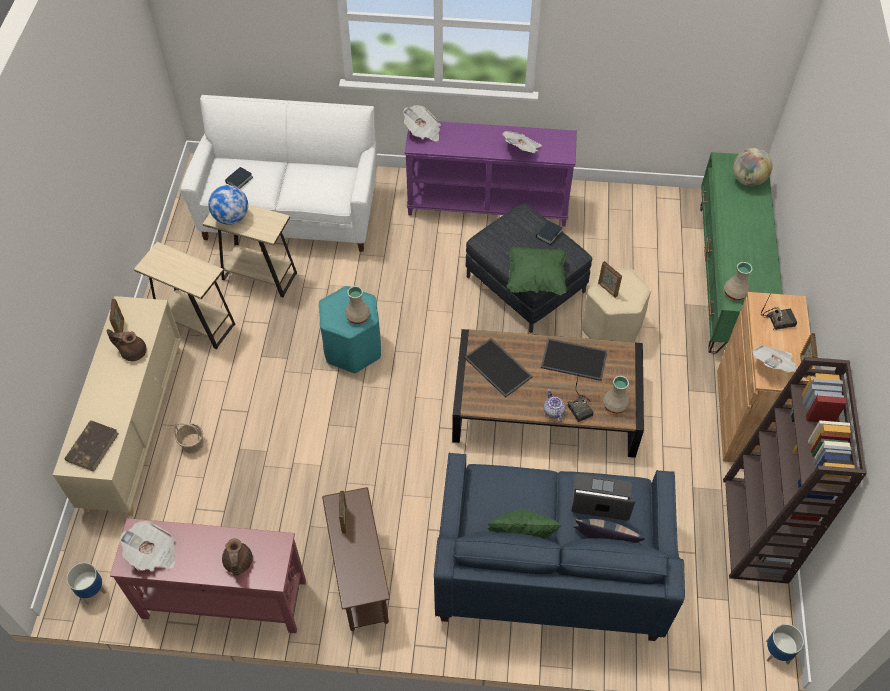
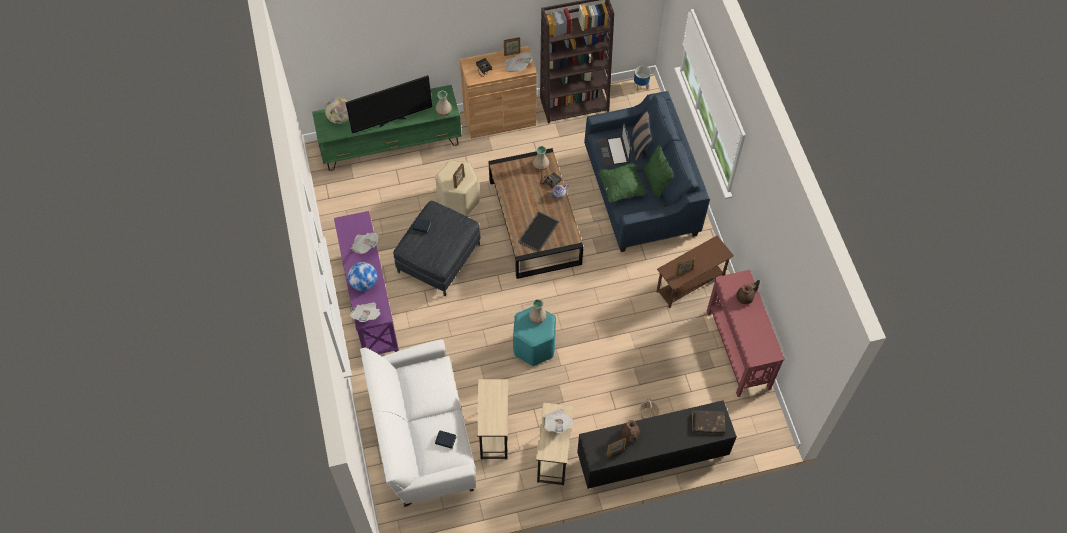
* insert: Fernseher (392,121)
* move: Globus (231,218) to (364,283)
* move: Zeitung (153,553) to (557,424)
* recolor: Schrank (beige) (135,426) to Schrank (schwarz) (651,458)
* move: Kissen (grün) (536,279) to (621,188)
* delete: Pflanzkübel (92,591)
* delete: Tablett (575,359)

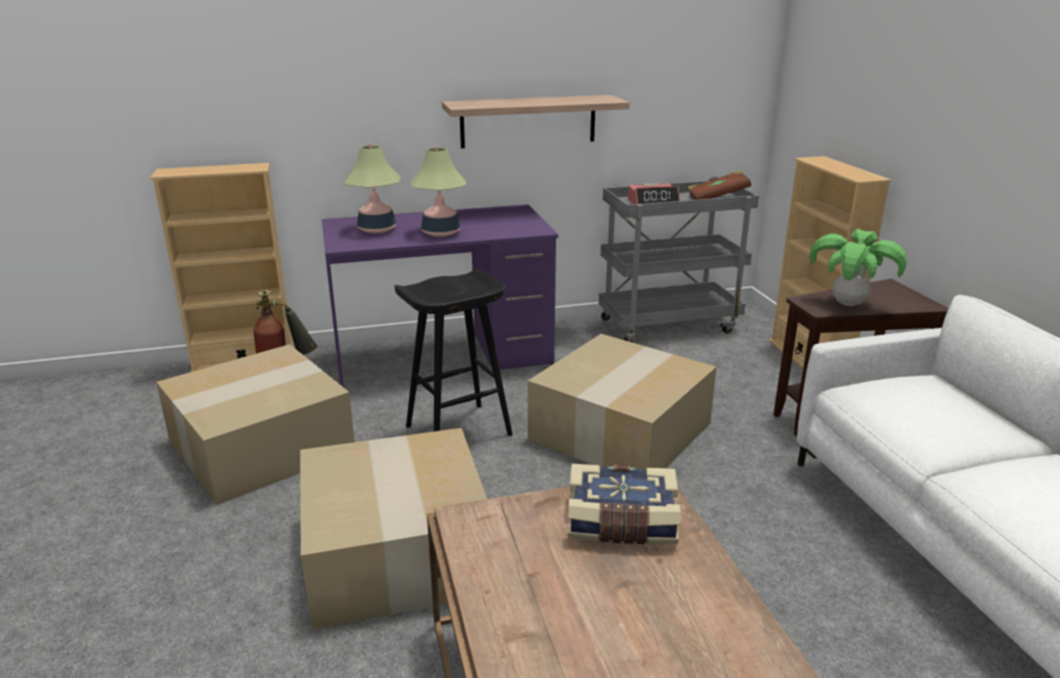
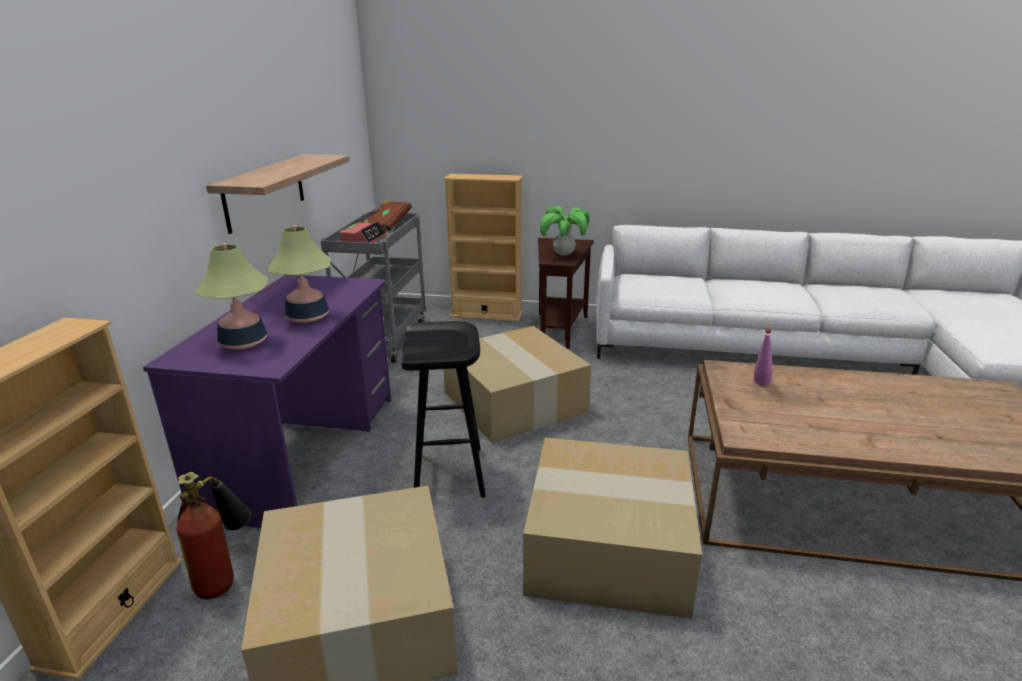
* replace: Buch (621,523) to Flasche (rosa) (759,385)

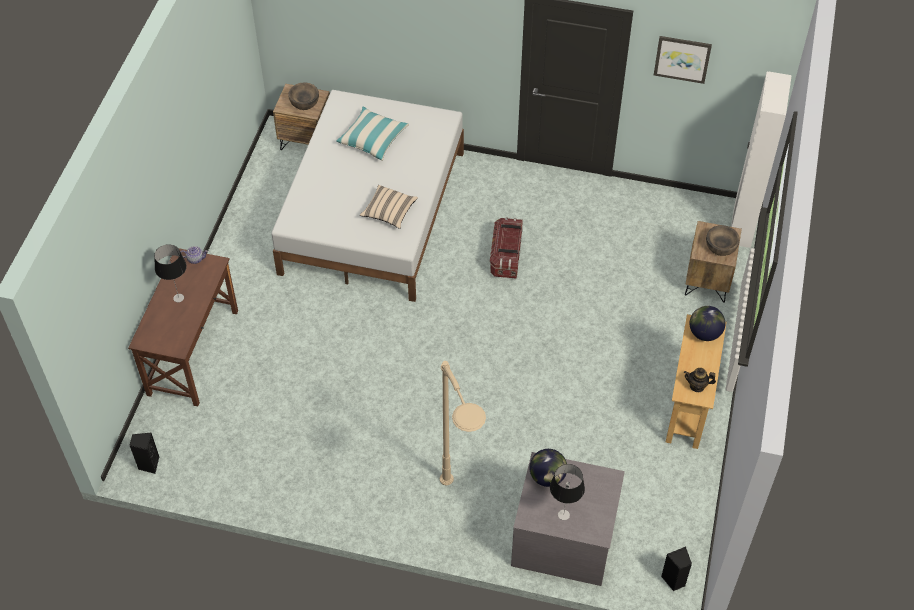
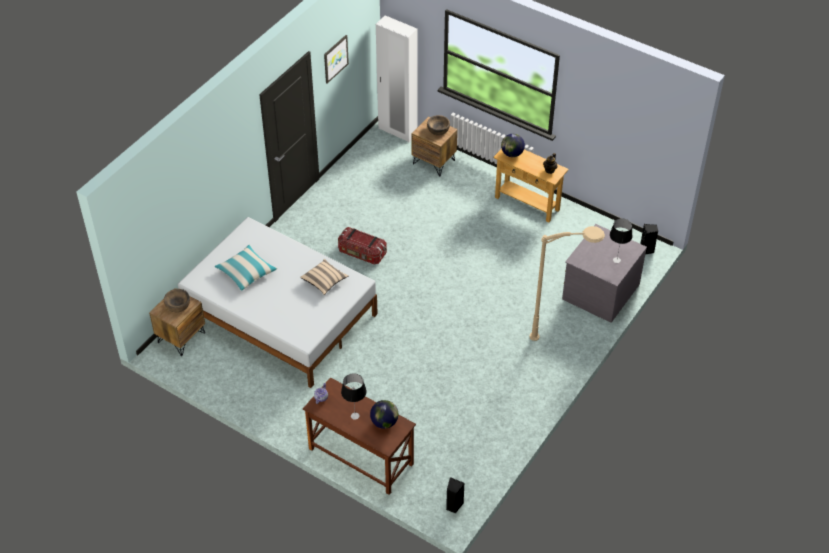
* move: Globus (547,477) to (384,422)

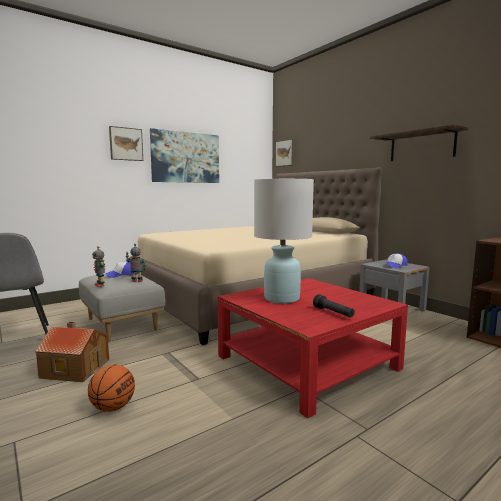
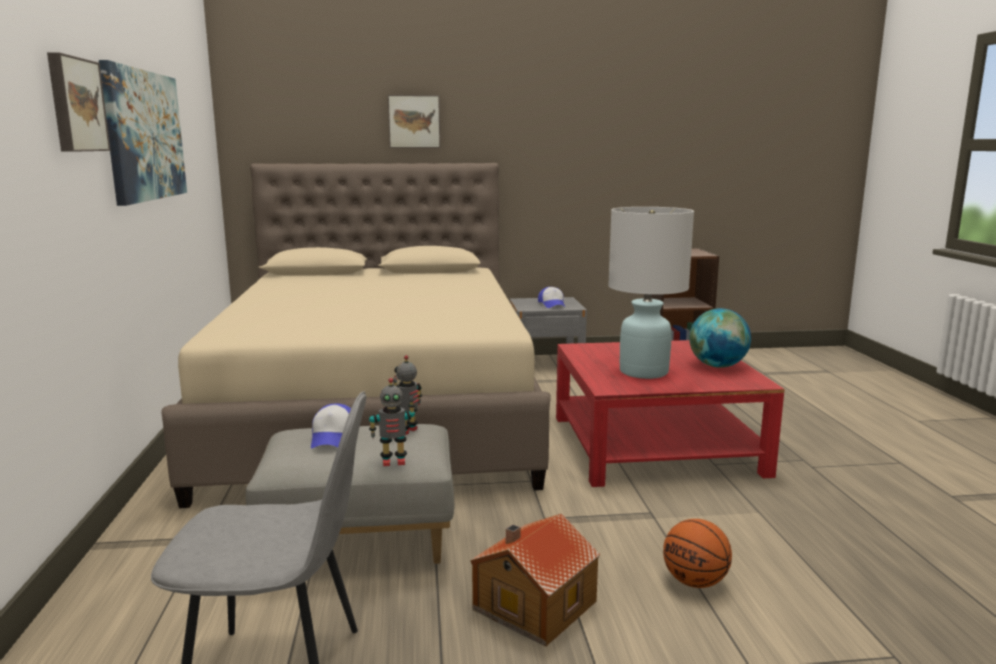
* move: Bild (285,153) to (414,121)
* replace: Taschenlampe (schwarz) (333,313) to Globus (717,366)
* delete: Wandregal (422,146)

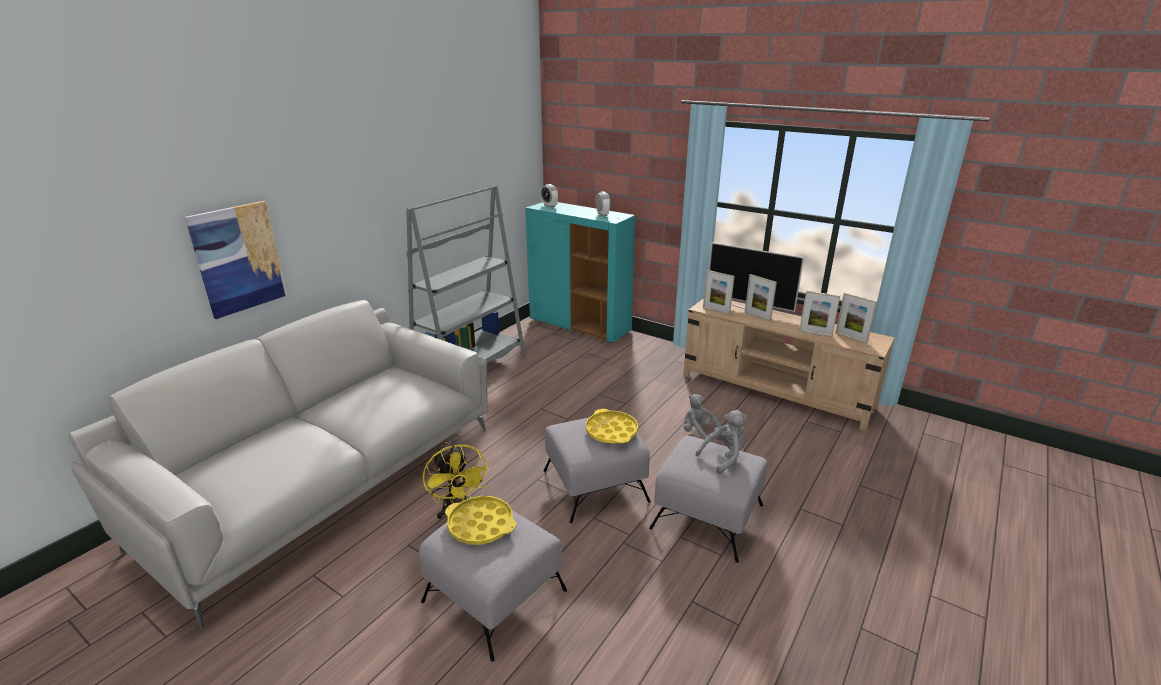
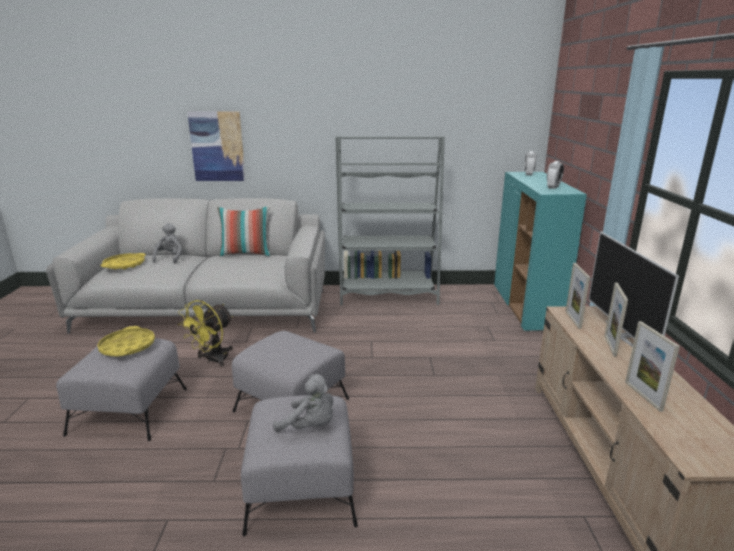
* move: Tablett (gelb) (611,431) to (124,265)
* move: Plüschtier (grau) (698,433) to (170,258)
* insert: Kissen (246,254)
* delete: Bilderrahmen (851,338)

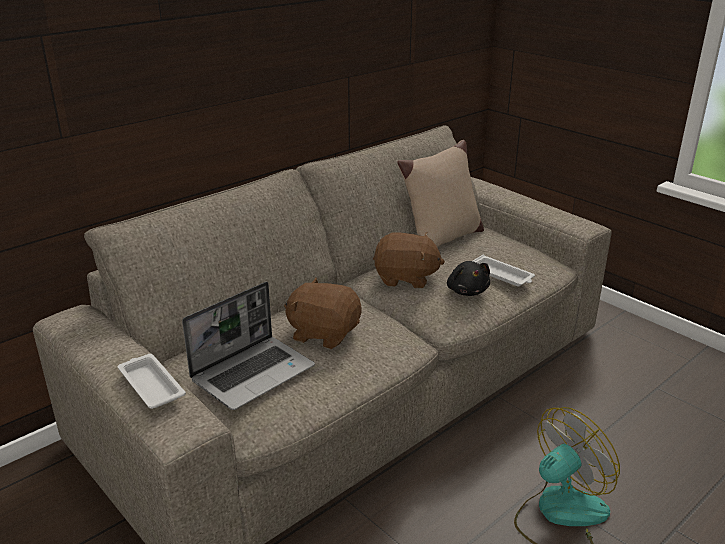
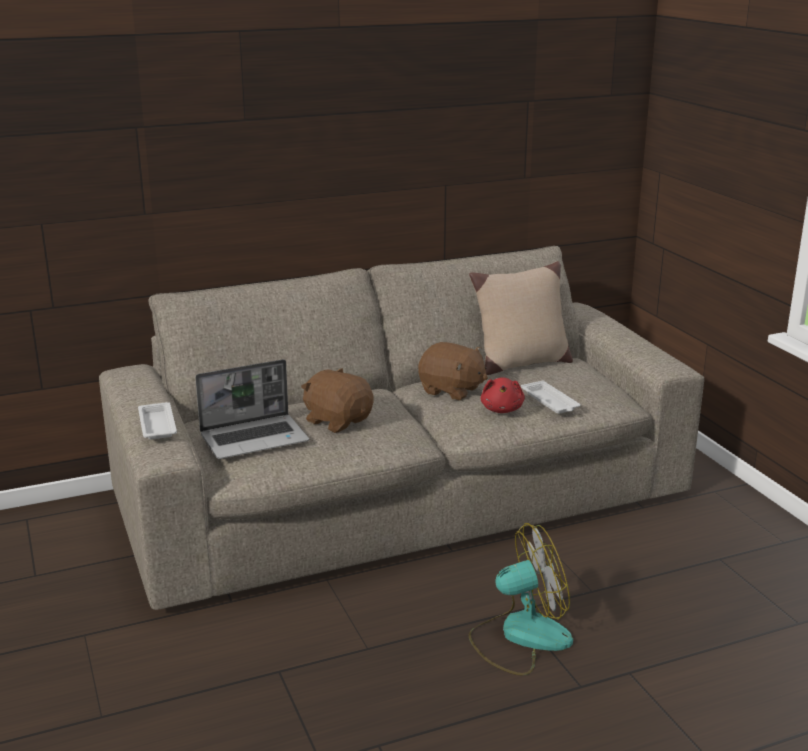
* recolor: Plüschtier (schwarz) (467,291) to Plüschtier (rot) (502,409)

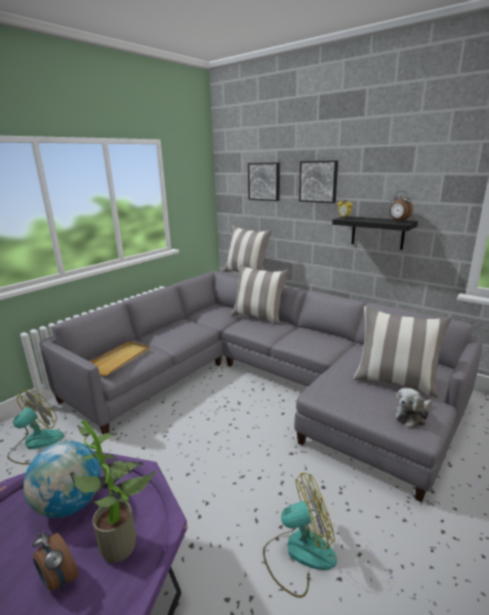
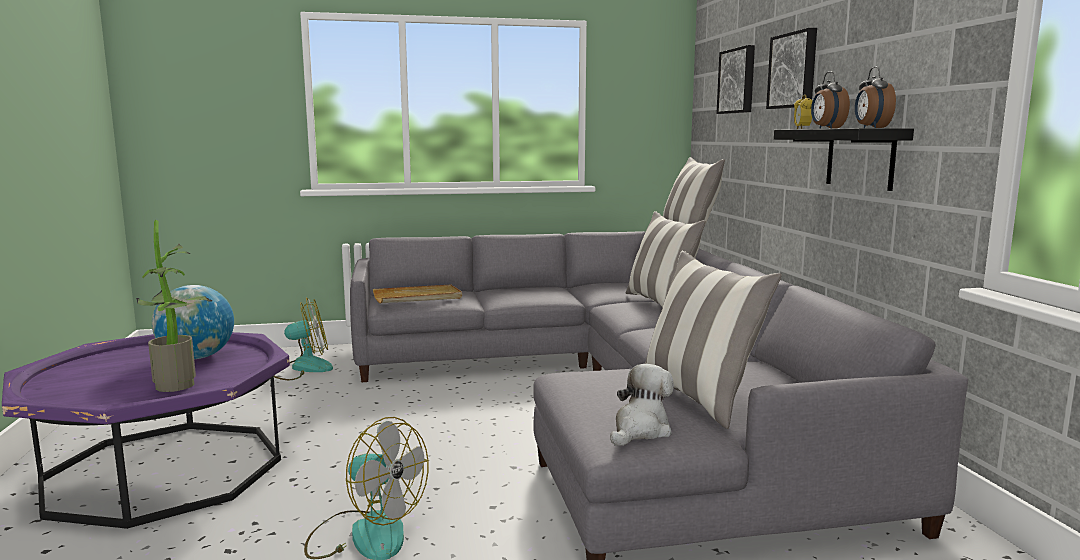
* rotate: Plüschtier (412,416) = (640,430) 120 degrees clockwise
* move: Wecker (59,580) to (826,128)

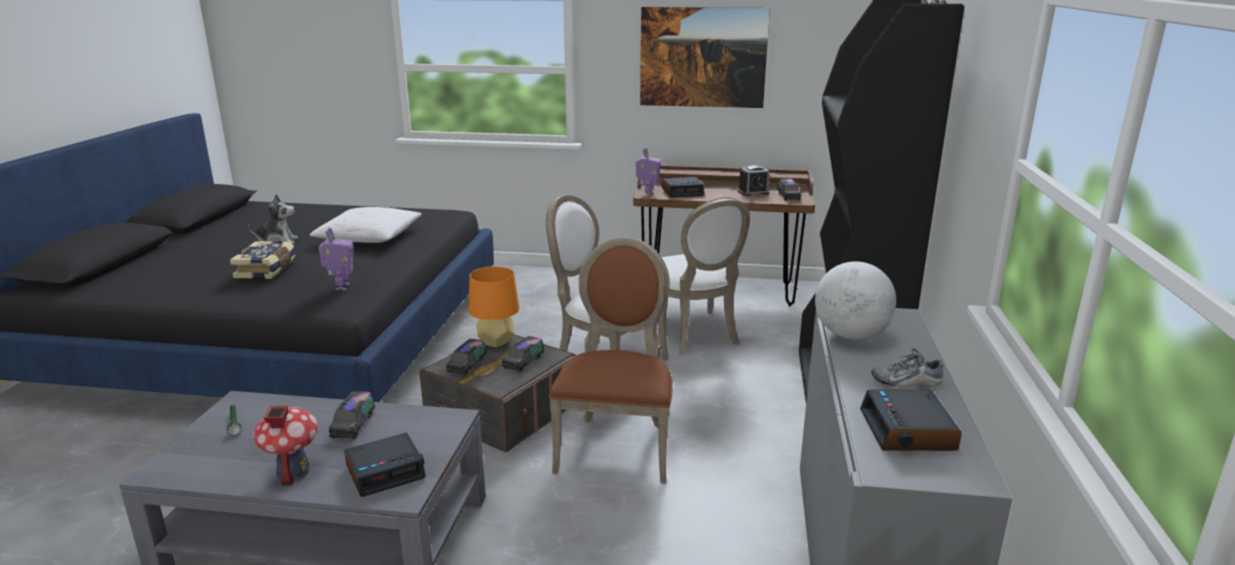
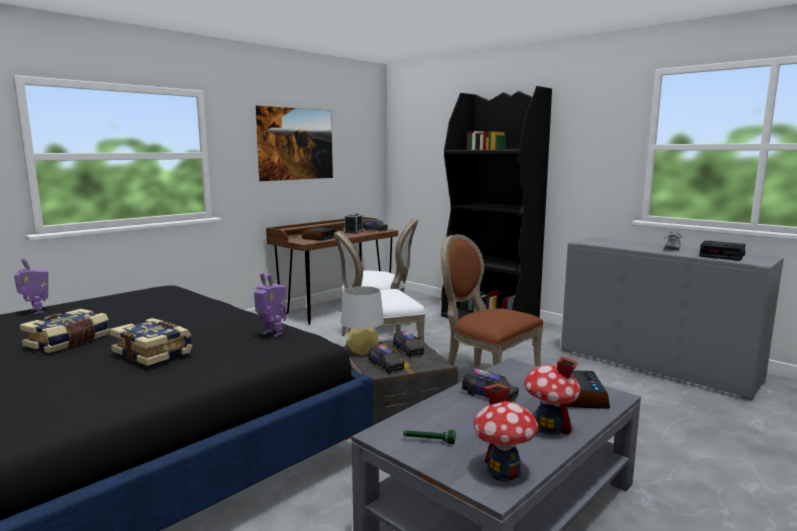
* move: Spielzeugroboter (647,195) to (36,312)
* replace: Plüschtier (278,242) to Buch (69,341)
* recolor: Tischlampe (orange) (495,342) to Tischlampe (grau) (362,351)
* insert: Spielzeughaus (503,471)
* delete: Kissen (weiß) (369,237)
* delete: Globus (851,335)

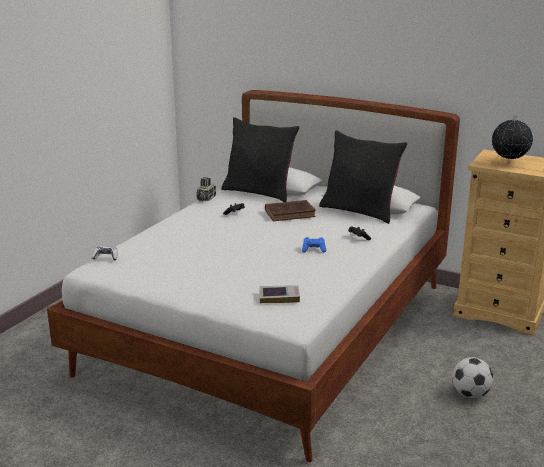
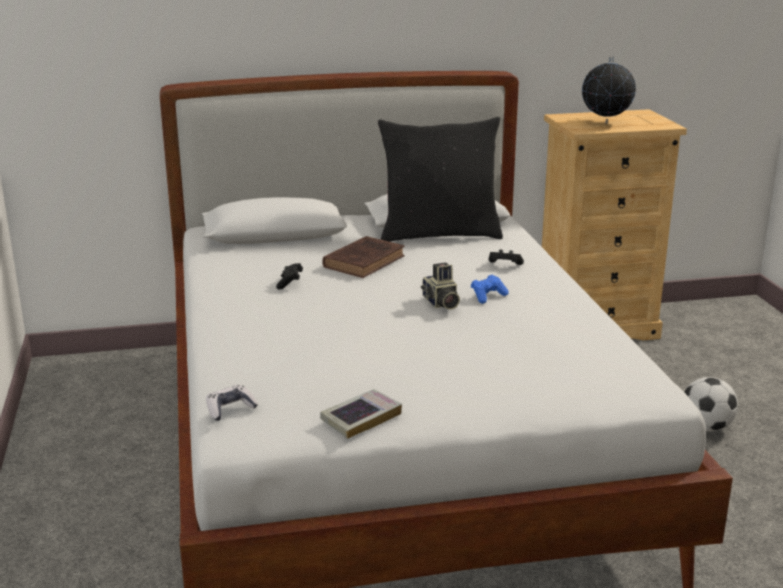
* move: Buch (279,297) to (361,418)
* move: Kamera (205,198) to (440,303)
* delete: Kissen (schwarz) (259,192)

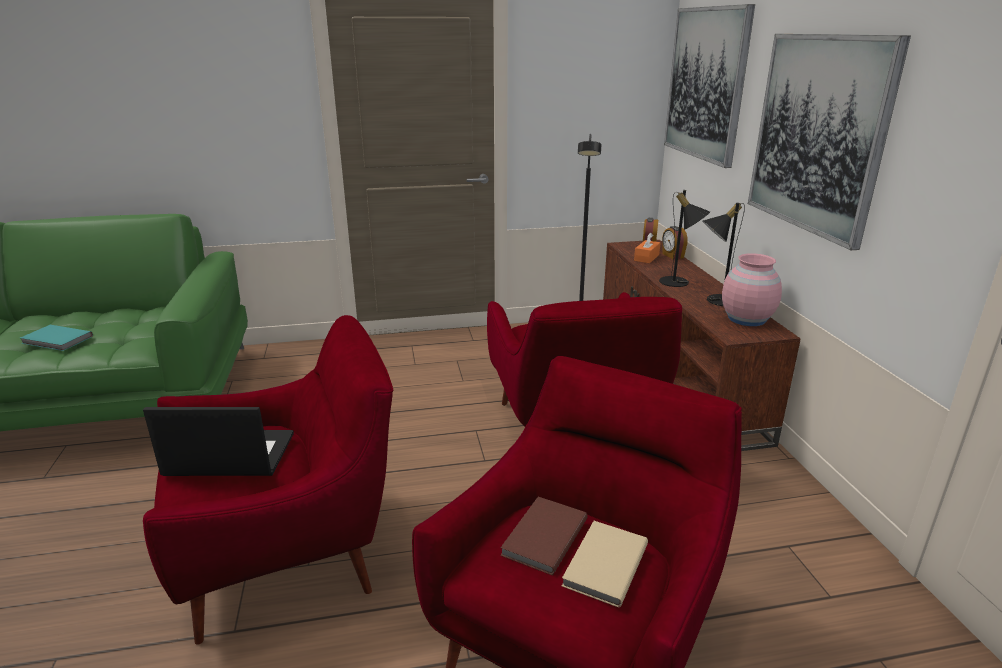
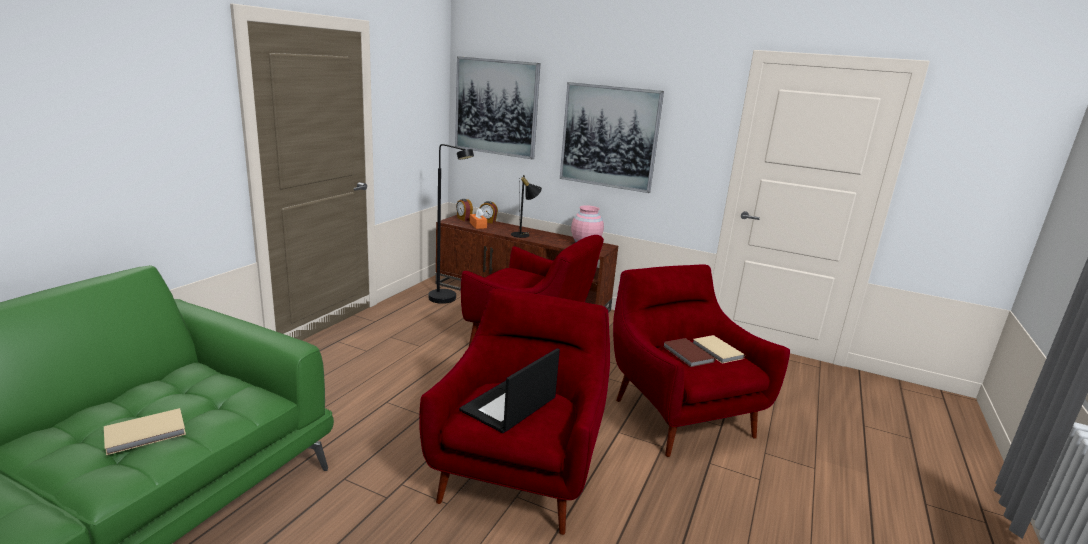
* recolor: Buch (türkis) (57,340) to Buch (beige) (146,433)
* delete: Tischlampe (schwarz) (716,300)

